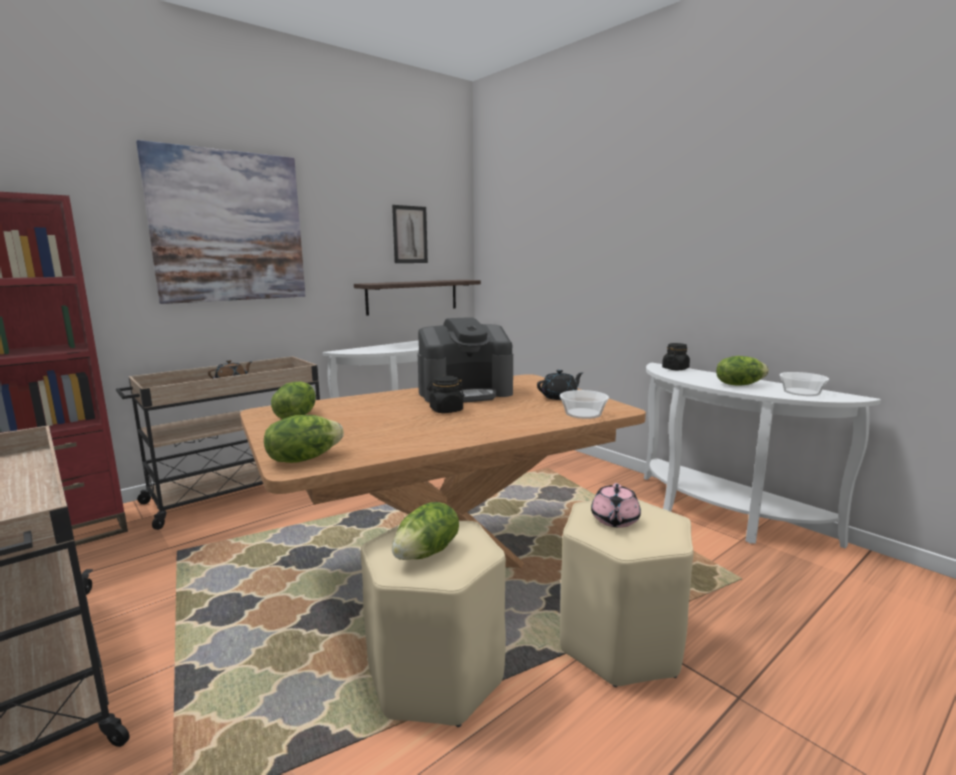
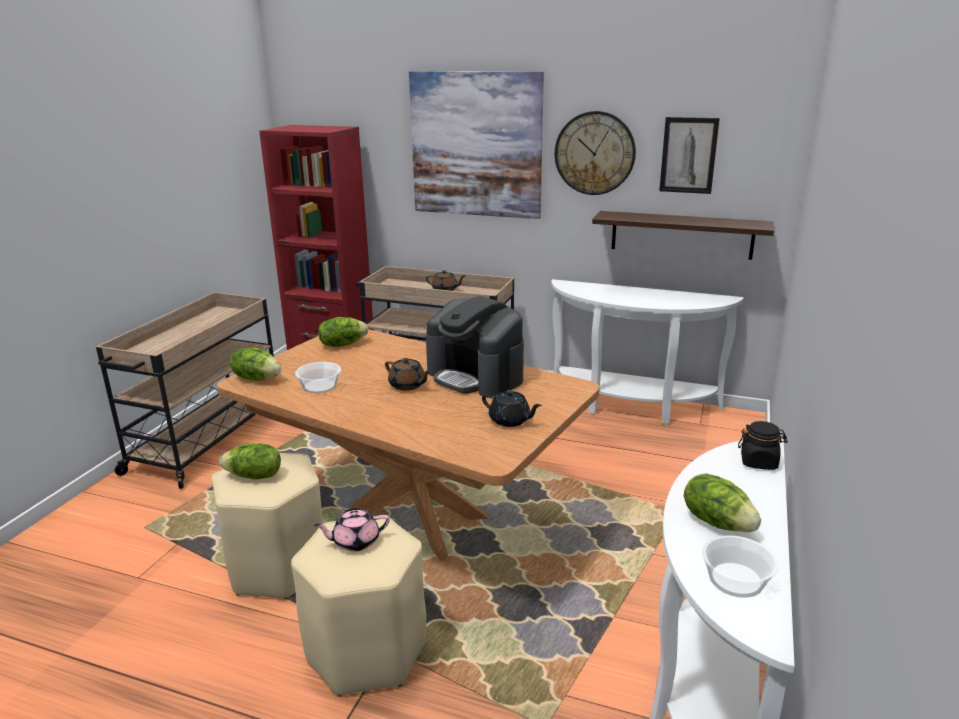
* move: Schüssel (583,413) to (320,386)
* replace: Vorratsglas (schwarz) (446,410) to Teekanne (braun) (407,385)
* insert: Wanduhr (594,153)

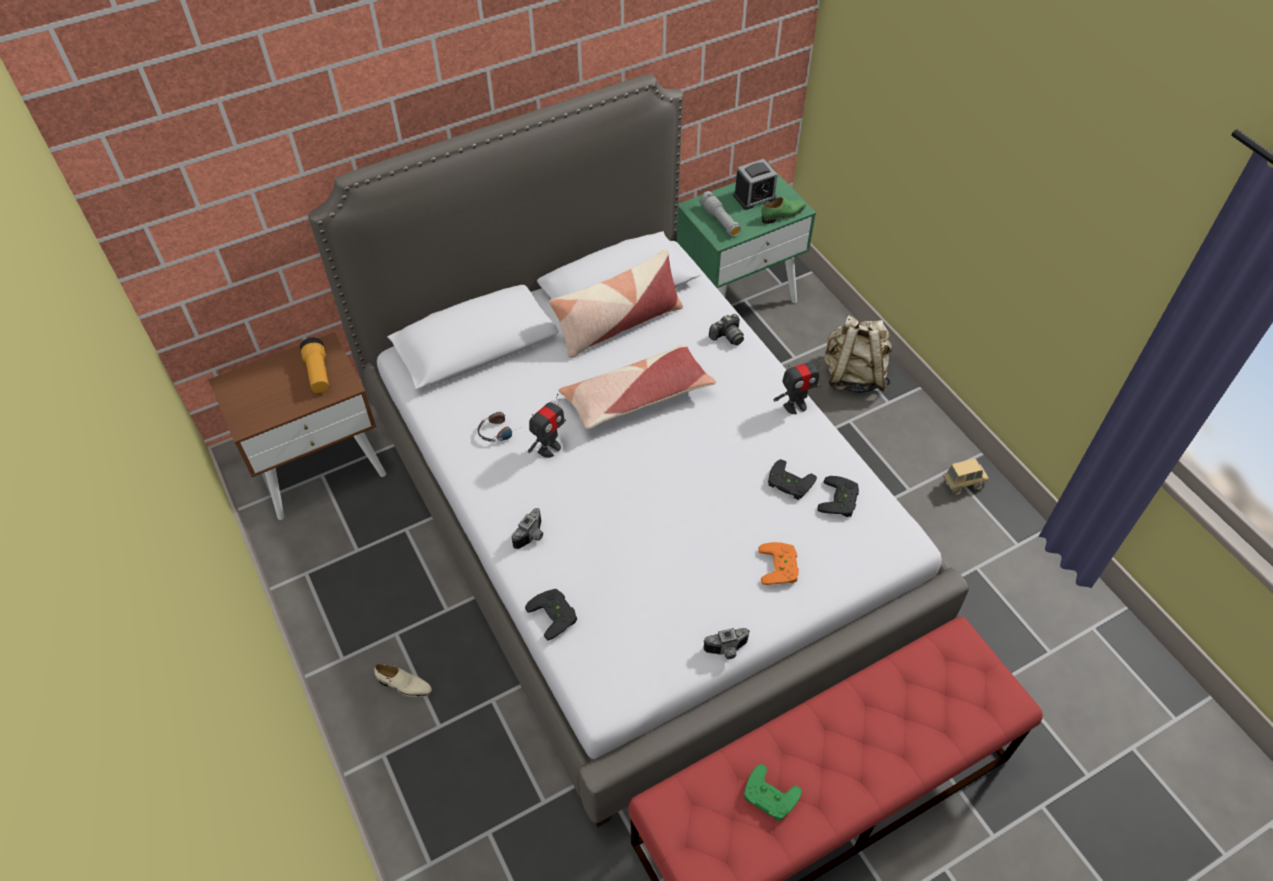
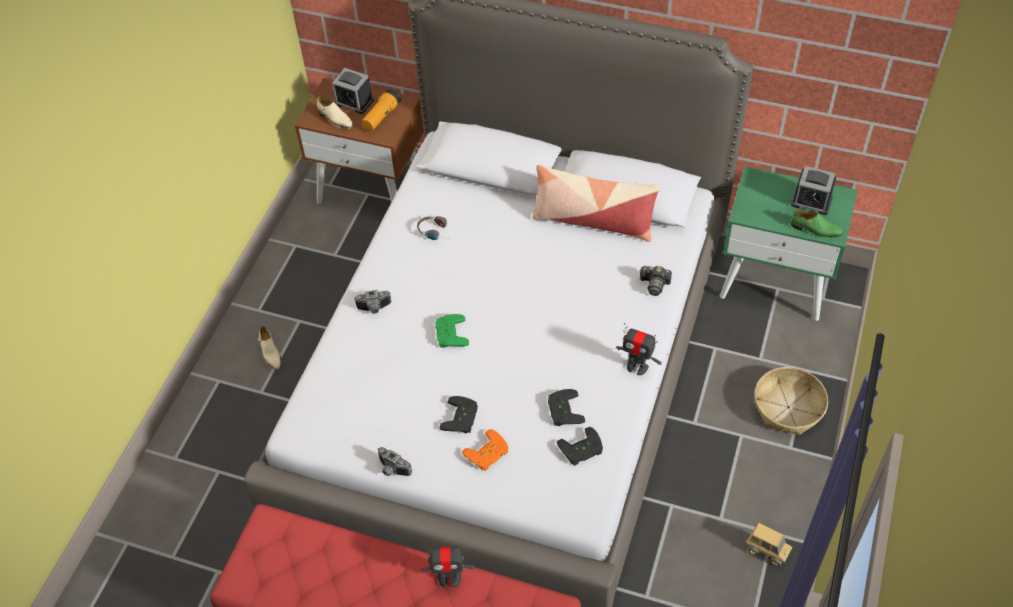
* insert: Schuh (beige) (335,119)
* insert: Wecker (354,102)
* move: Spielzeugroboter (549,448) to (449,578)
* move: Gamepad (grün) (768,797) to (449,334)
* move: Gamepad (schwarz) (555,614) to (462,418)
* replace: Rucksack (beige) (853,376) to Korb (788,407)
* delete: Kissen (636,397)
* delete: Taschenlampe (grau) (720,220)

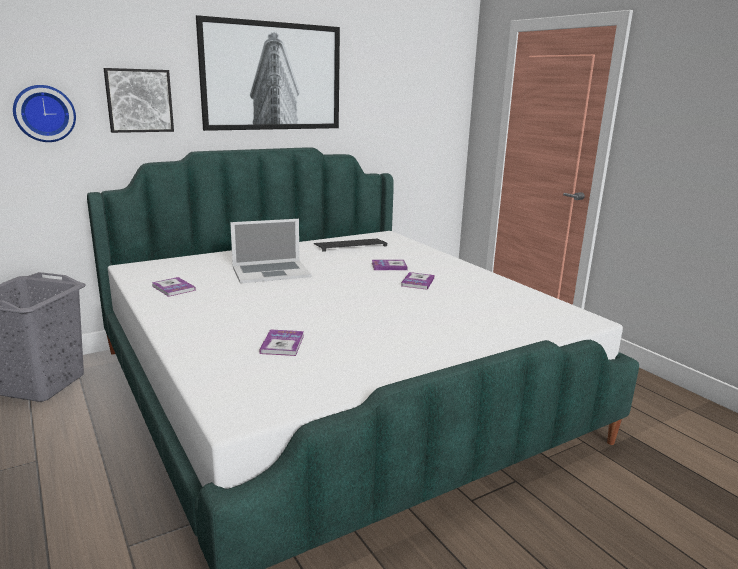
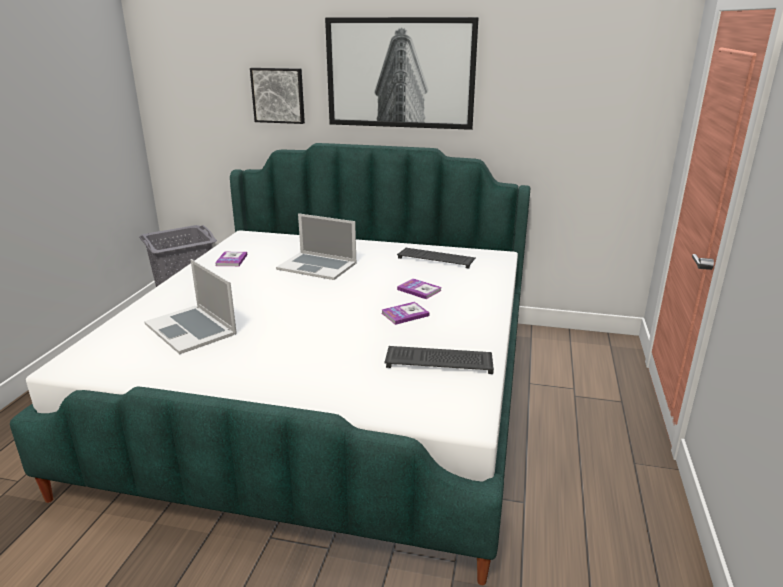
* replace: Buch (282,344) to Laptop (191,329)
* insert: Tastatur (440,360)
* delete: Wanduhr (44,113)

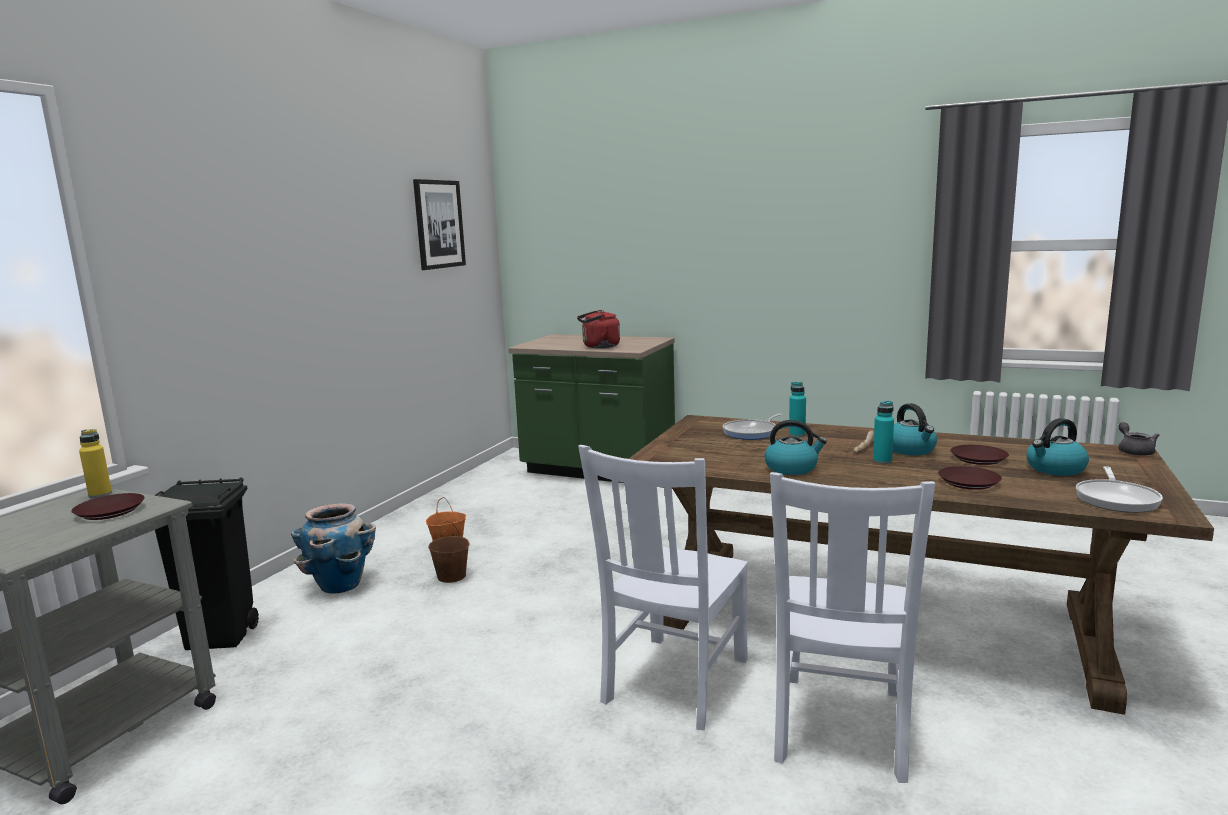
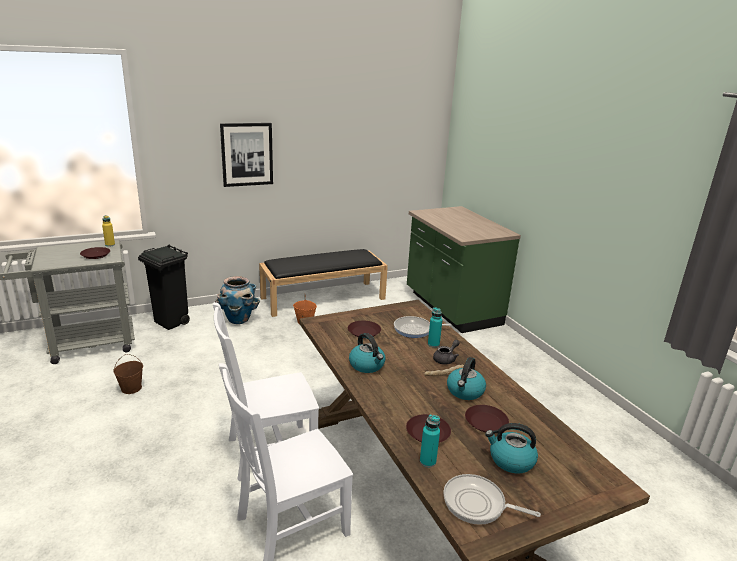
* move: Eimer (braun) (451,576) to (131,388)
* move: Bild (439,224) to (247,154)
* insert: Bank (schwarz) (324,298)
* insert: Teller (braun) (363,332)
* move: Flasche (türkis) (882,461) to (427,461)
* move: Teekanne (grau) (1134,451) to (446,359)
* rotate: Pfanne (1116,499) = (477,504) 45 degrees clockwise
* delete: Wasserkessel (rot) (599,347)

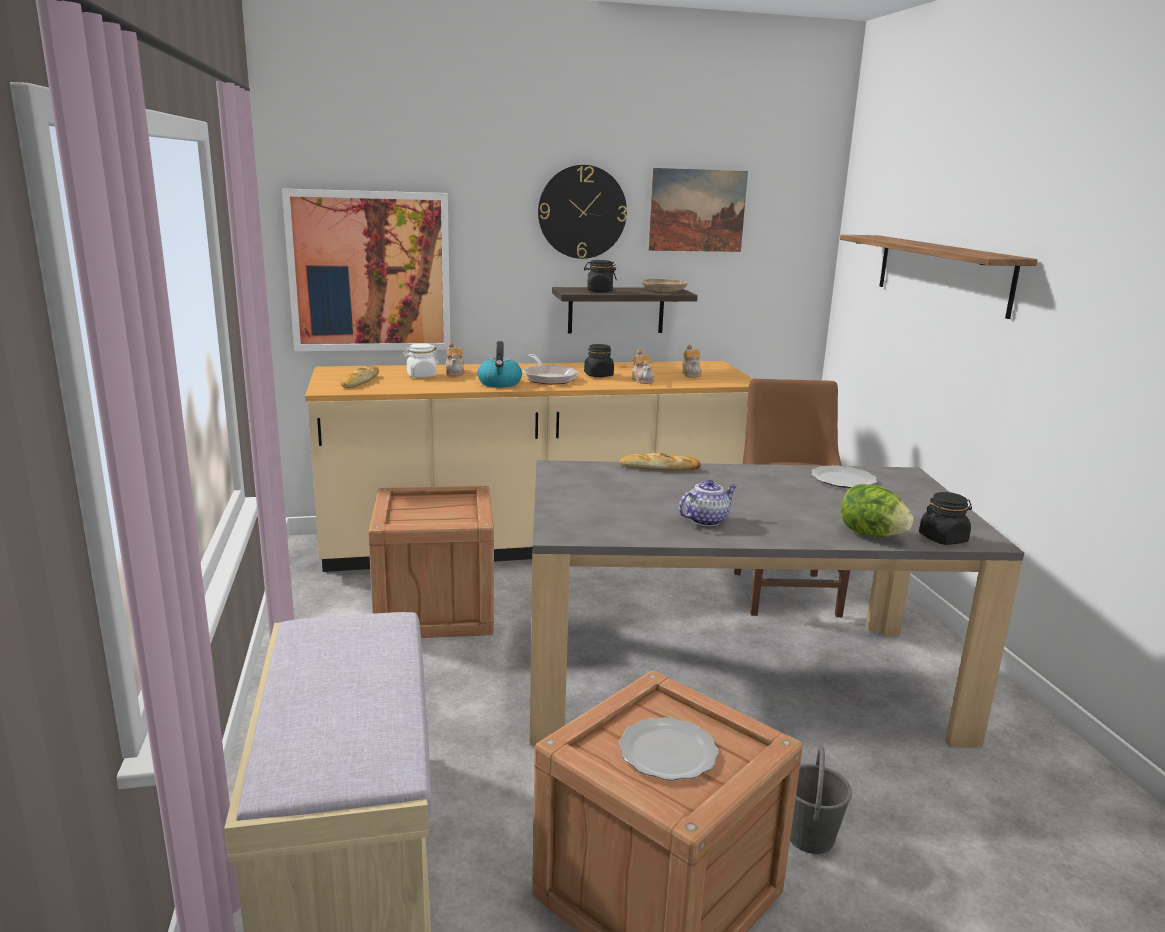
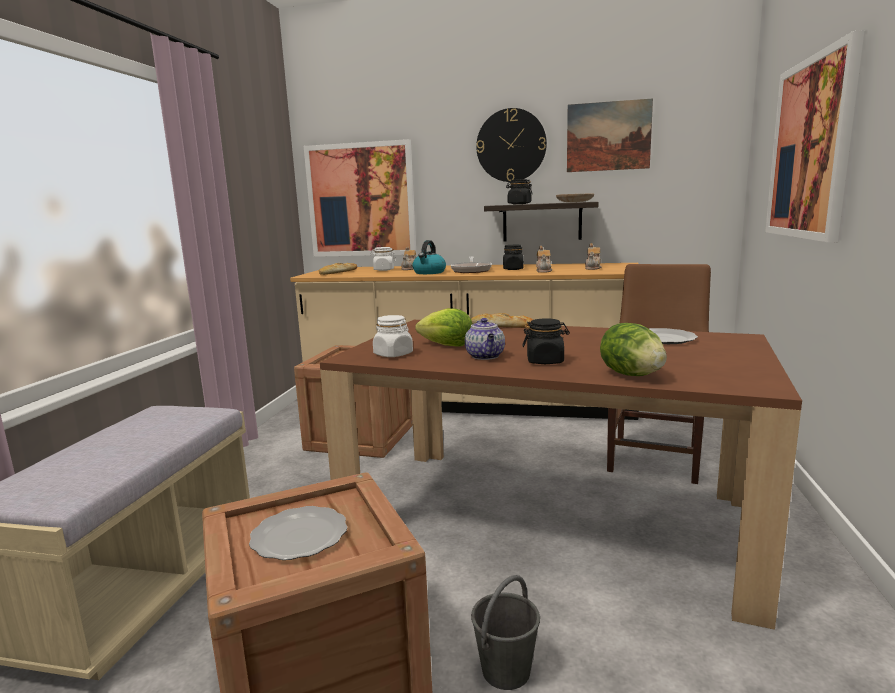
* recolor: Esstisch (grau) (734,679) to Esstisch (braun) (548,518)
* insert: Vorratsglas (weiß) (393,354)
* insert: Salatkopf (446,345)
* rotate: Teekanne (706,520) = (485,356) 90 degrees clockwise
* move: Vorratsglas (schwarz) (943,538) to (545,361)
* replace: Wandregal (942,273) to Bild (810,149)

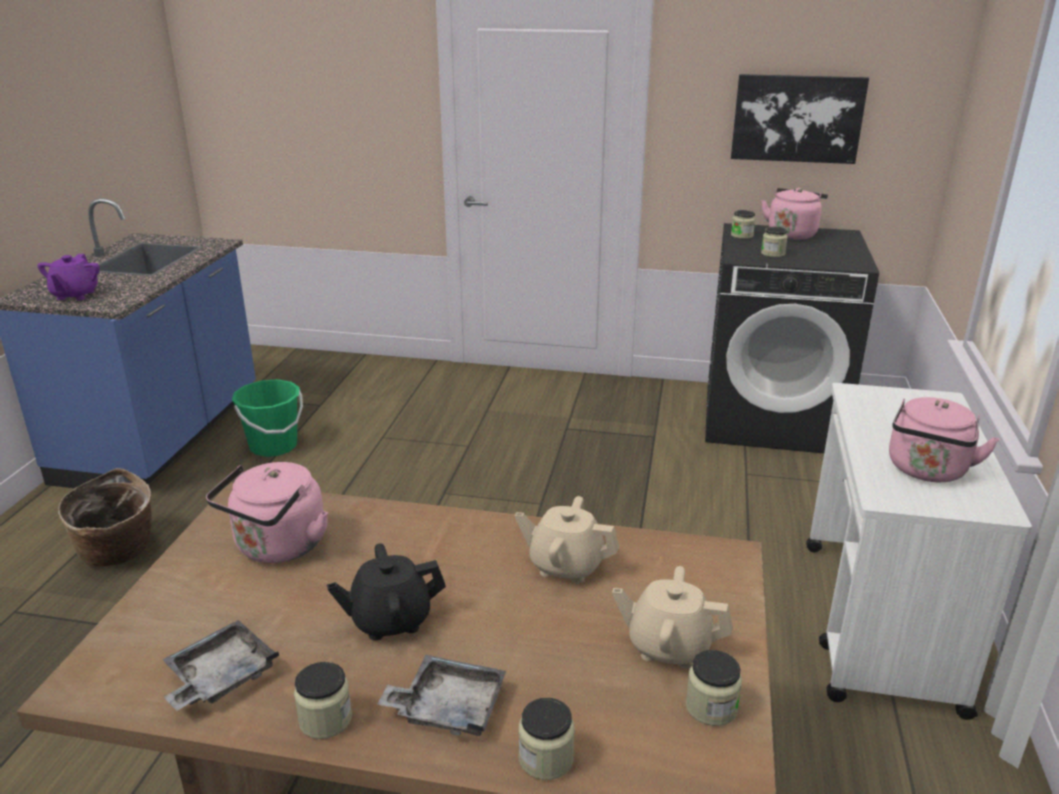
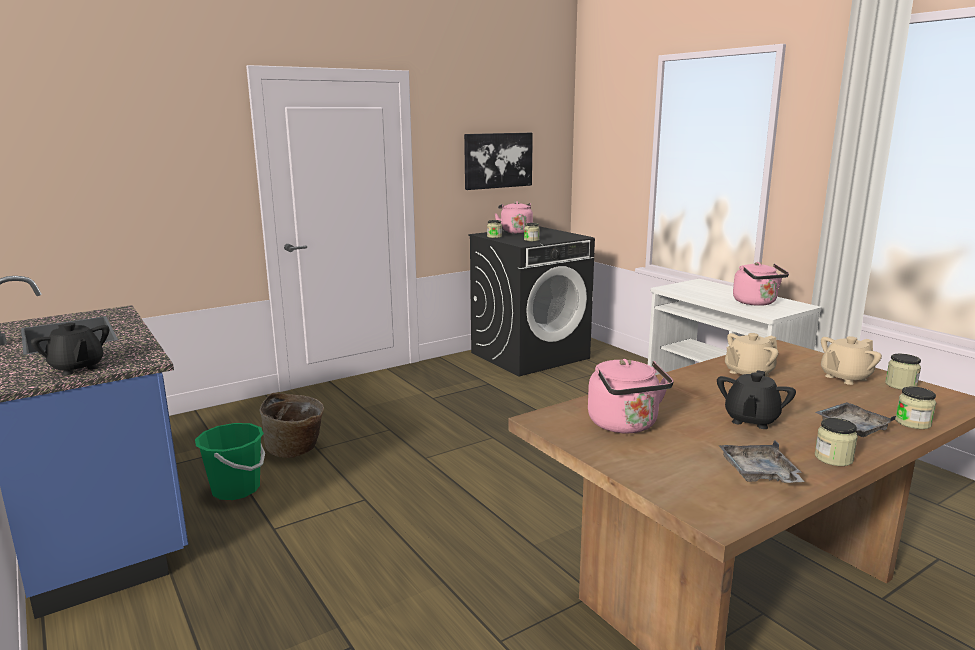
* recolor: Teekanne (lila) (75,295) to Teekanne (schwarz) (77,368)
* move: Korb (118,553) to (296,449)

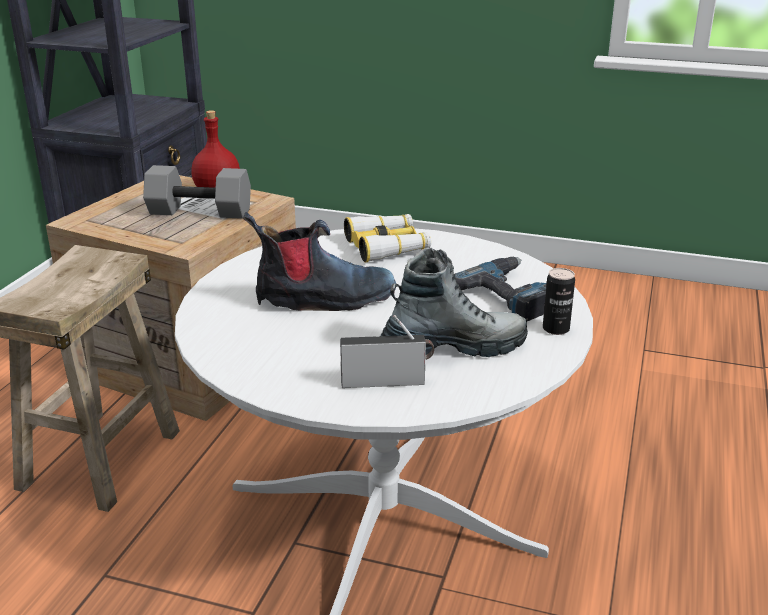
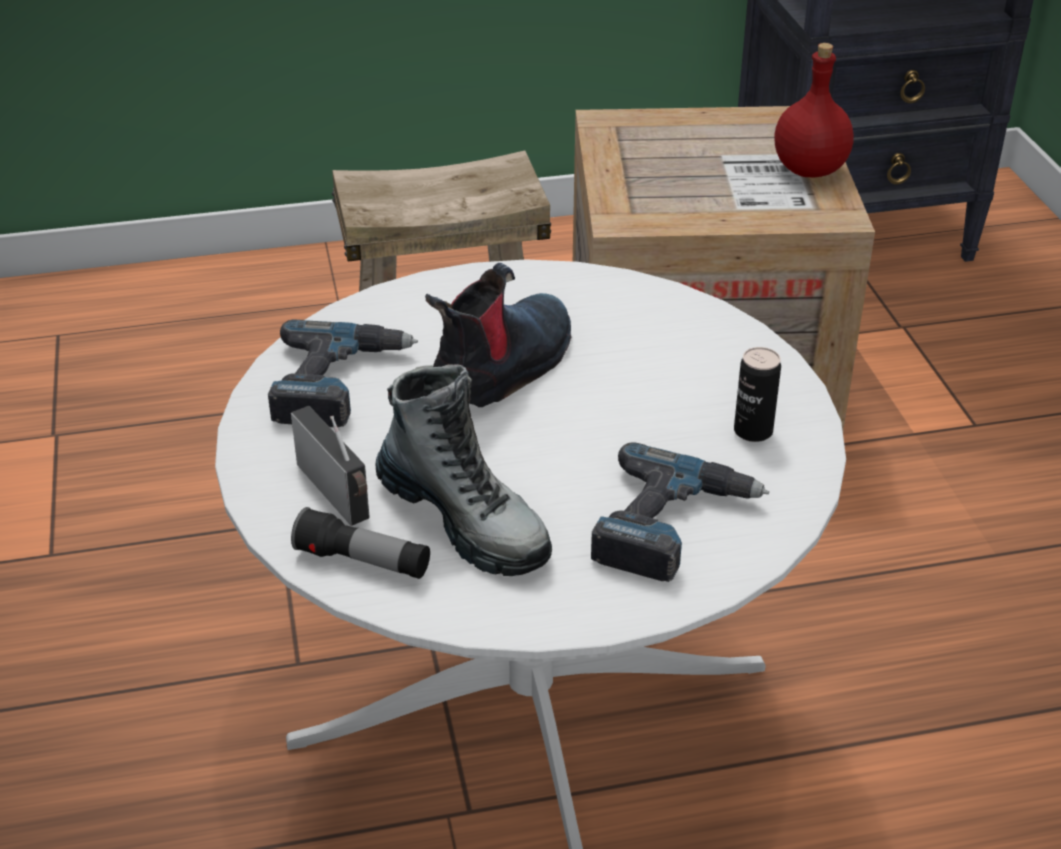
* insert: Bohrmaschine (338,383)
* insert: Taschenlampe (363,561)
* rotate: Stiefel (324,300) = (503,370) 105 degrees counterclockwise
* move: Dose (556,329) to (753,431)
* delete: Hantel (grau) (201,211)
* delete: Fernglas (387,246)

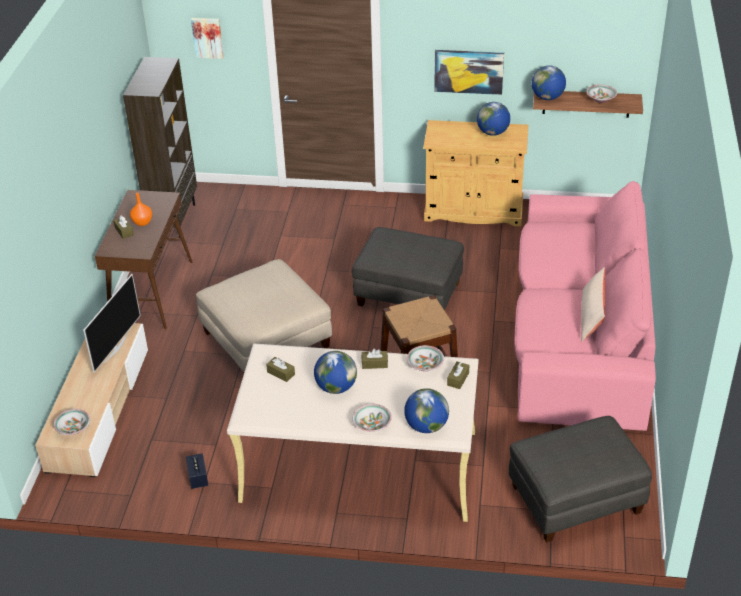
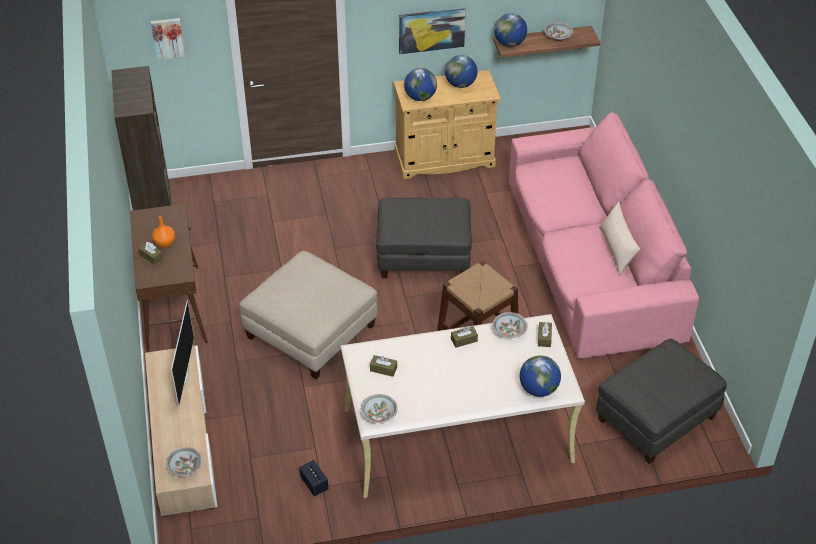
* move: Schüssel (372,425) to (379,414)
* move: Globus (336,387) to (420,97)

